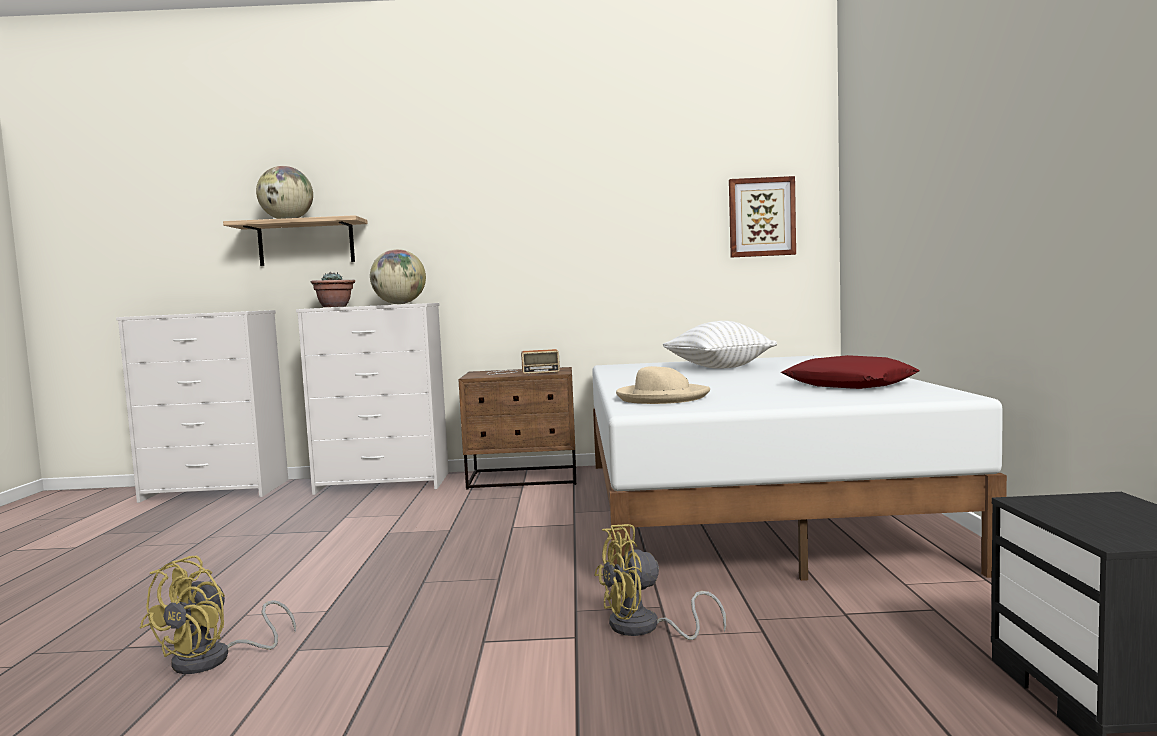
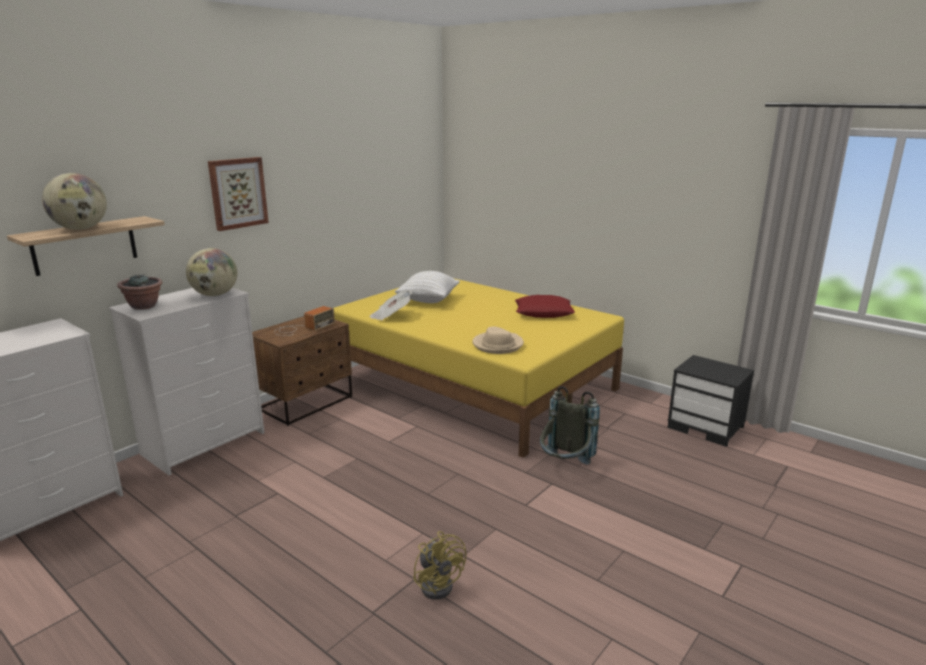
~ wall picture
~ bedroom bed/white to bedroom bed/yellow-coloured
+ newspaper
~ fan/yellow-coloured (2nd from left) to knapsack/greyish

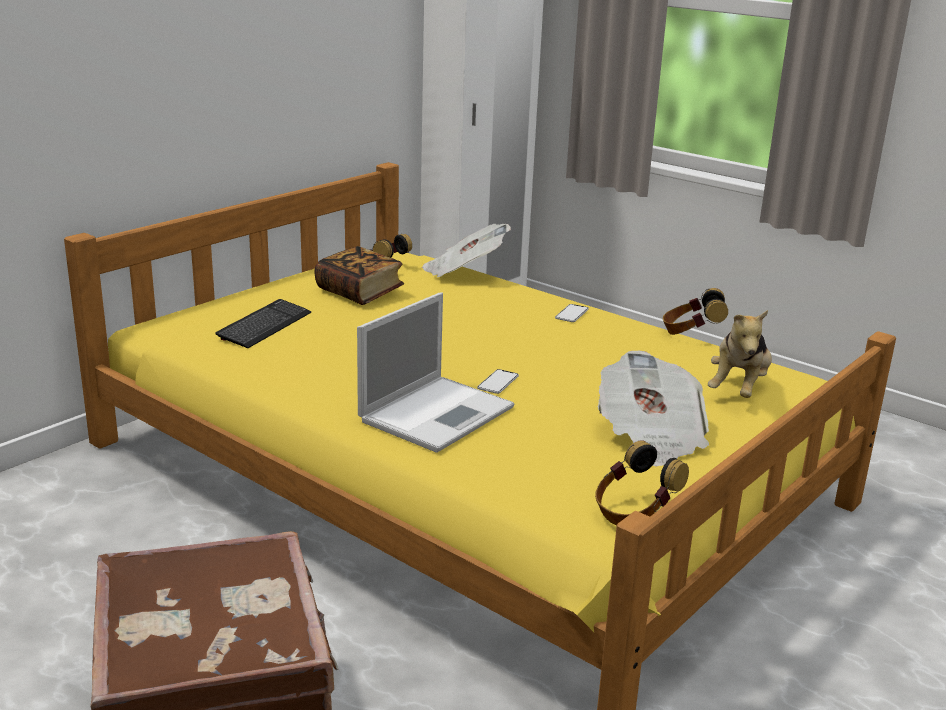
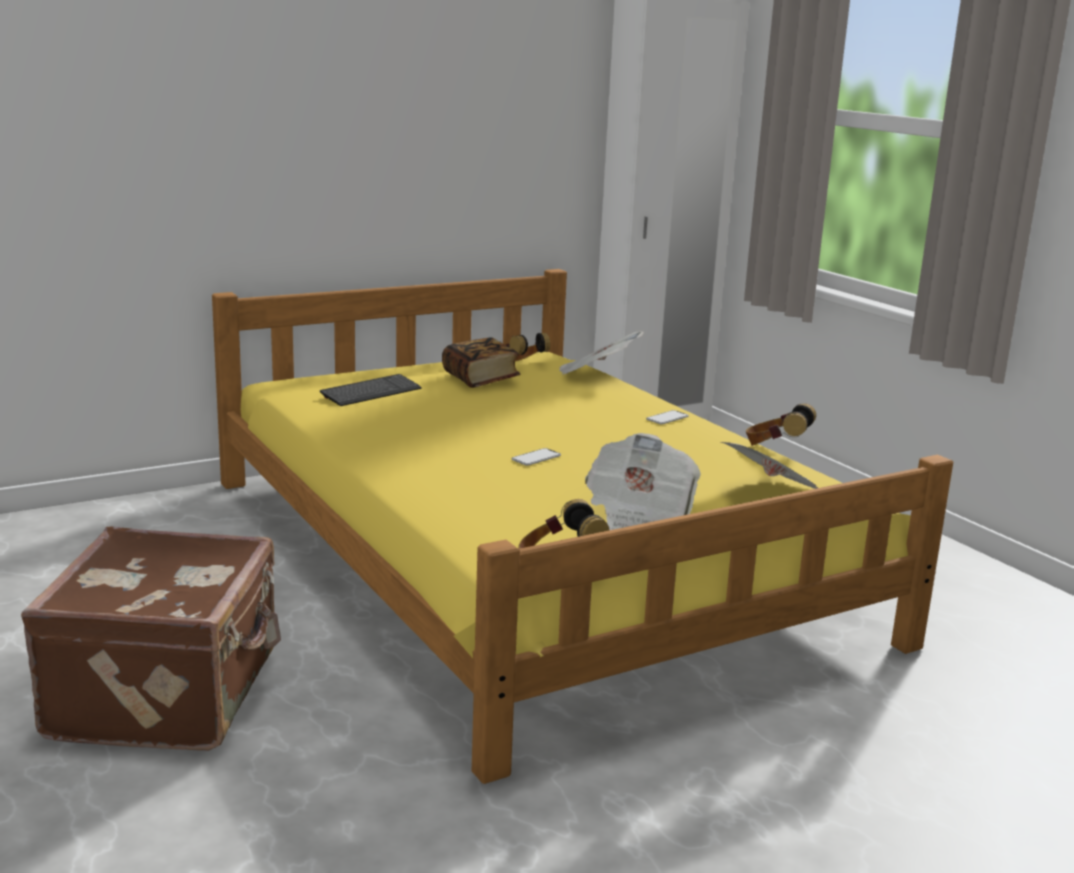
~ plush toy to newspaper (3rd from left)
- notebook computer

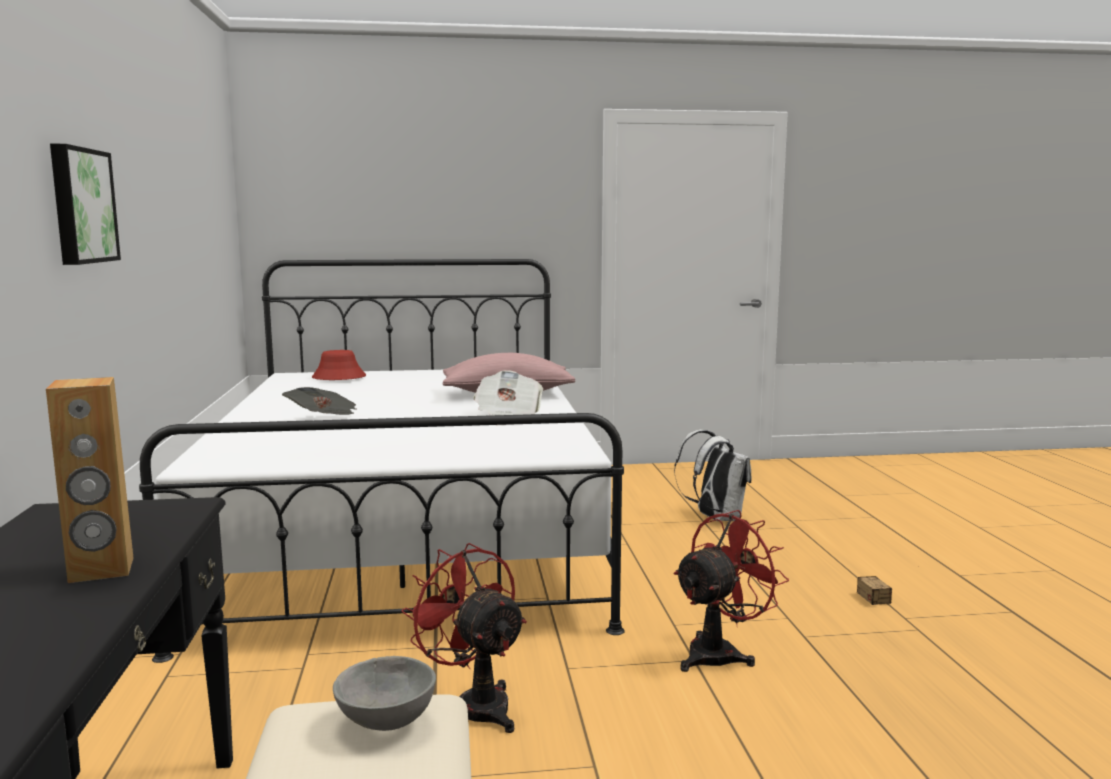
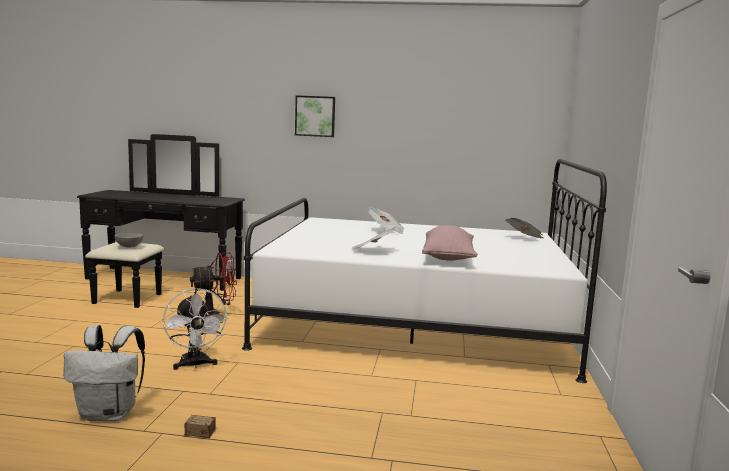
~ knapsack/white
~ fan/reddish (2nd from left) to fan/white
~ wearable hat/reddish to newspaper (3rd from left)
- speaker/brownish

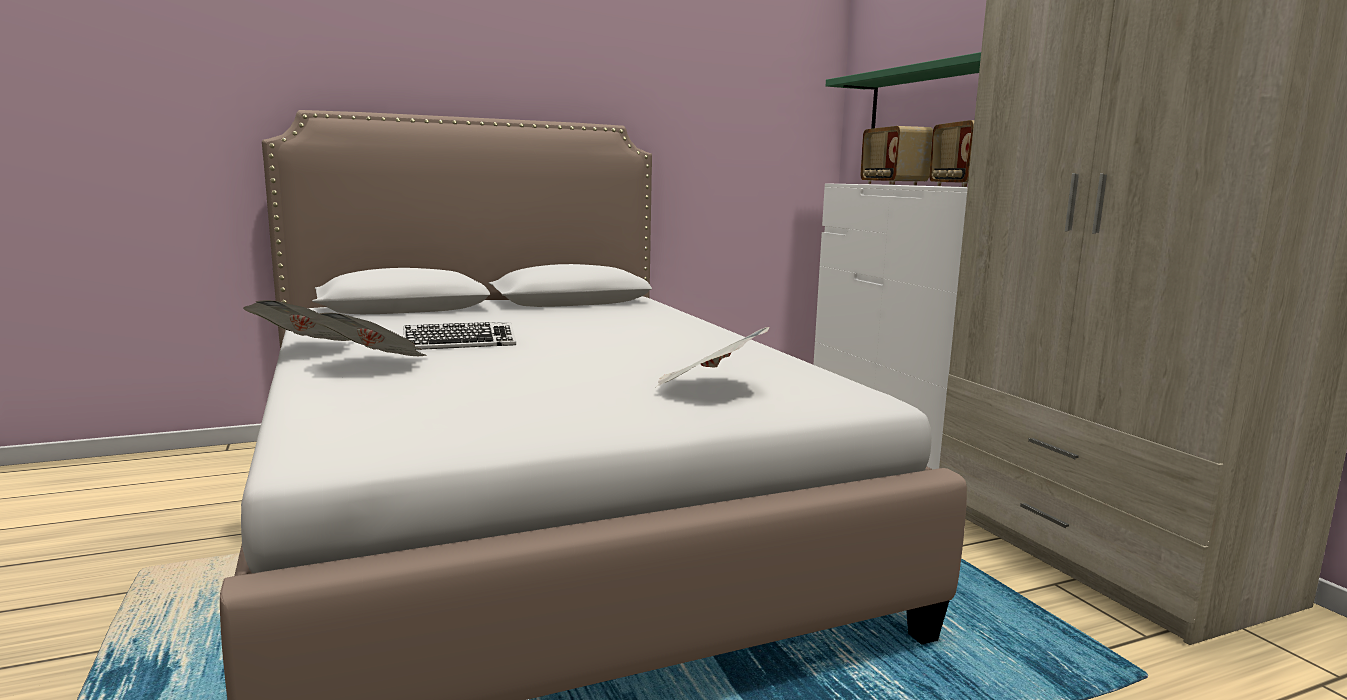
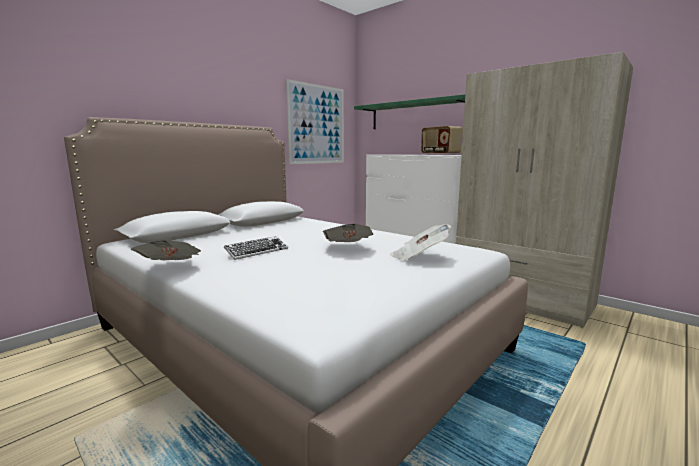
+ wall picture
~ newspaper (2nd from left)
- radio (1st from left)

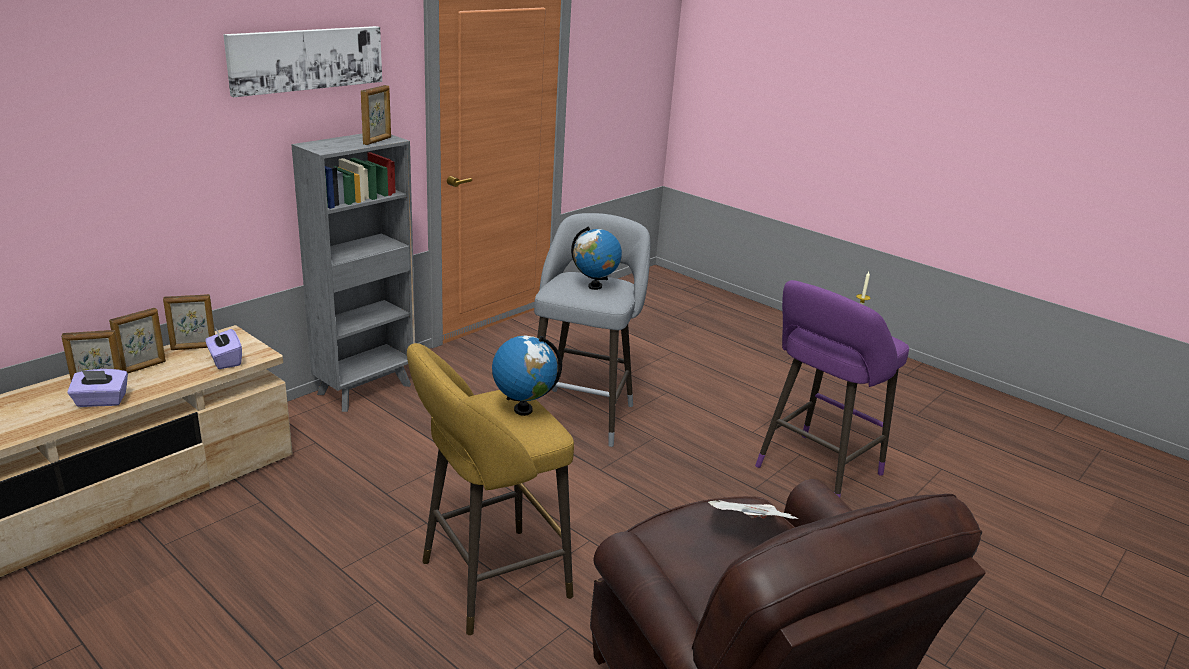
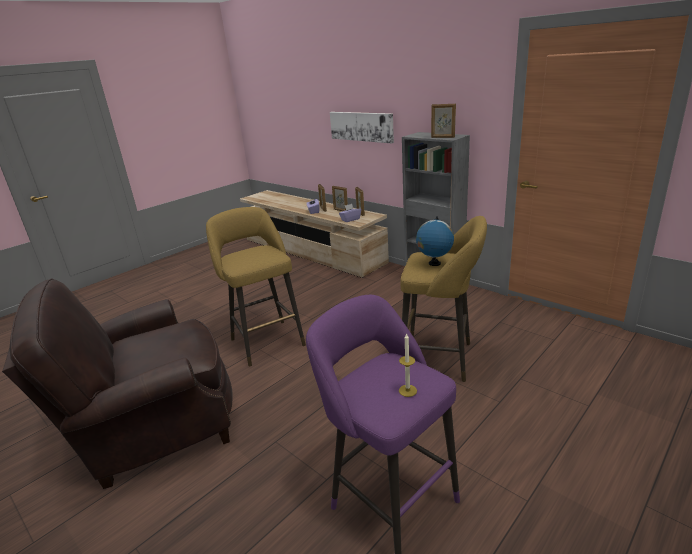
~ wall picture
~ stool seat/greyish to stool seat/yellow-coloured (2nd from left)
- world globe (1st from left)
- newspaper

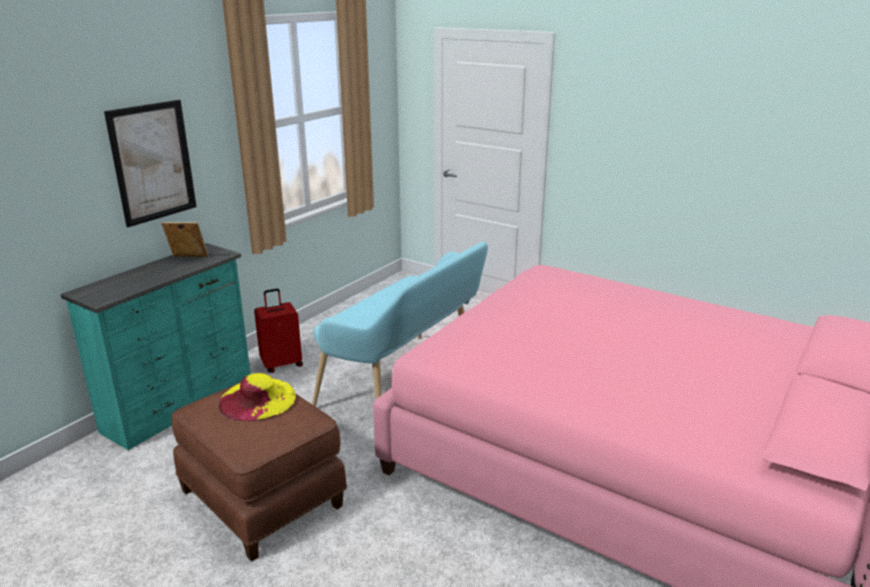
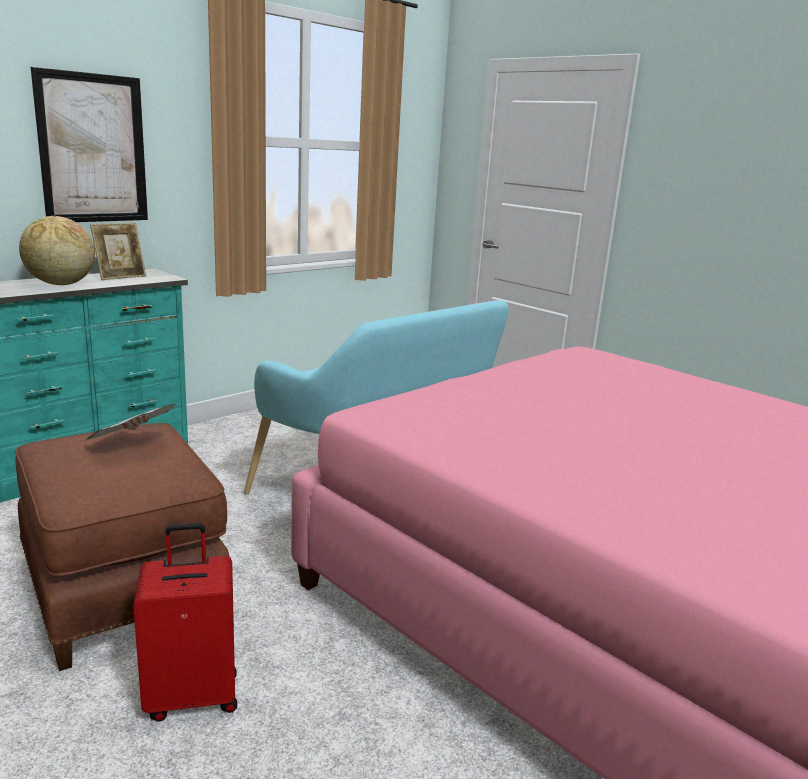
+ world globe
~ wearable hat/yellow-coloured to newspaper
~ standing frame 120 degrees clockwise
~ piece of luggage/reddish

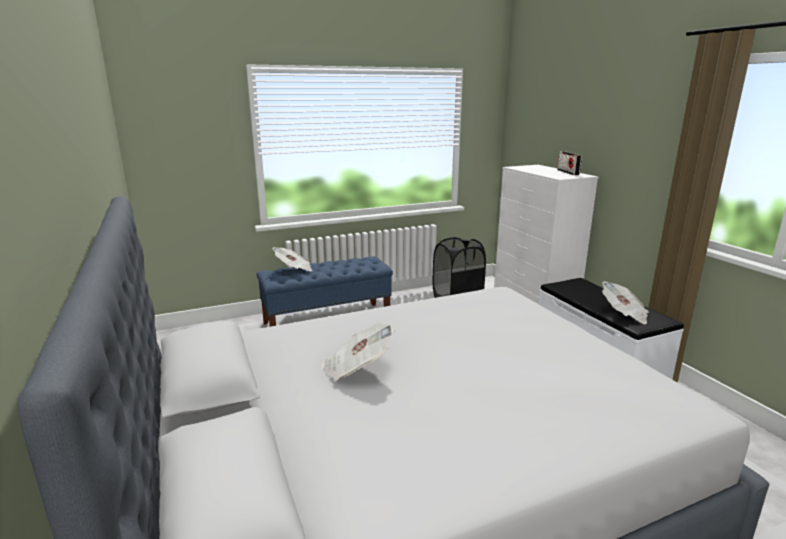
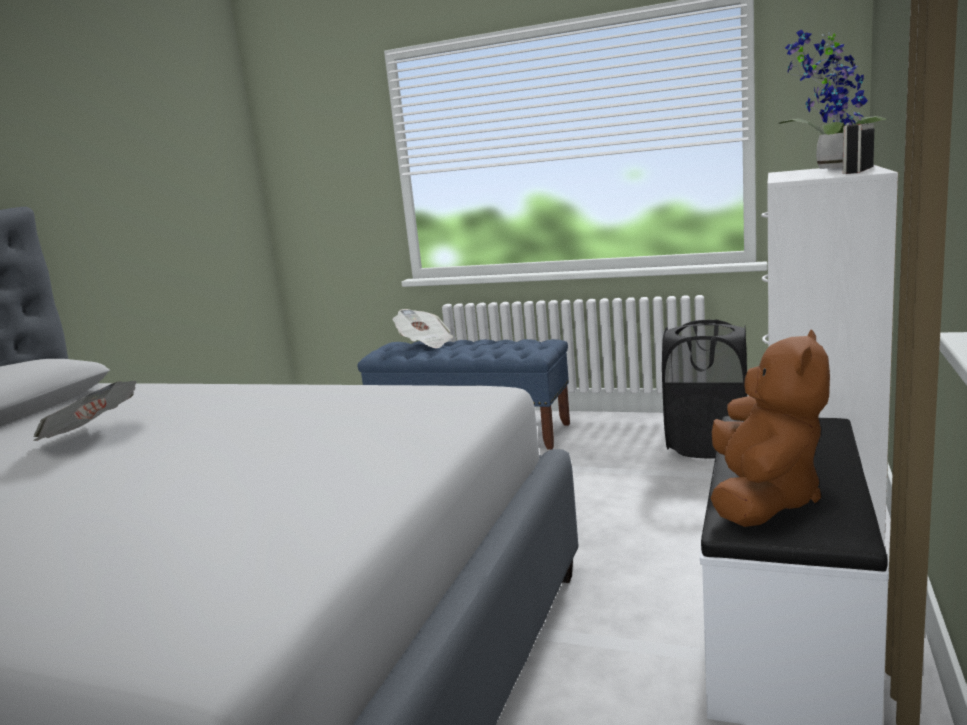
~ newspaper (3rd from left) to plush toy/brownish
+ houseplant

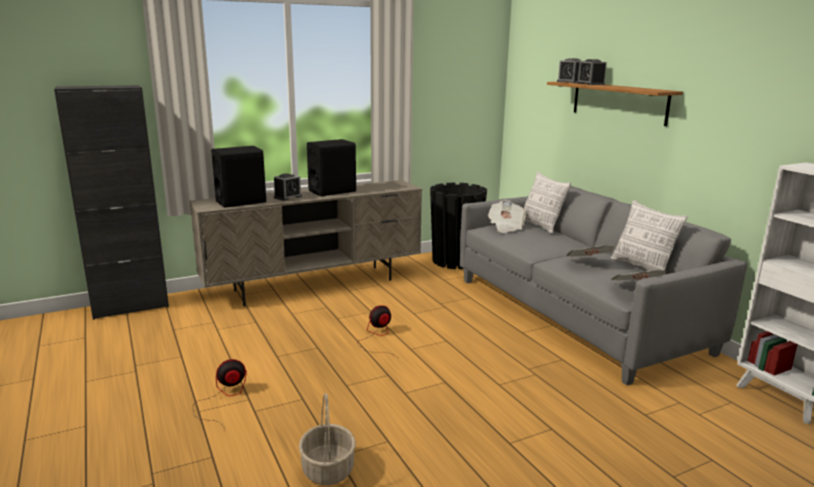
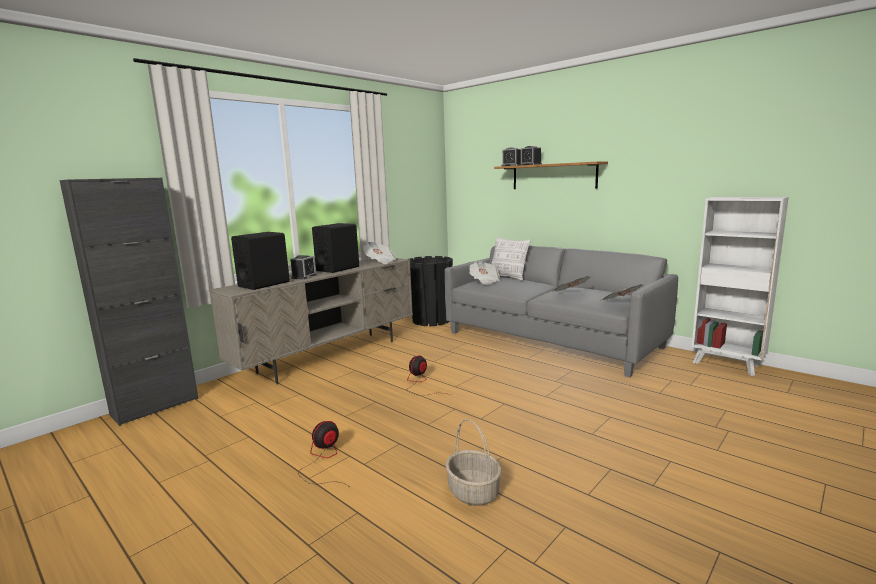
+ newspaper (1st from left)
- cushion (2nd from left)

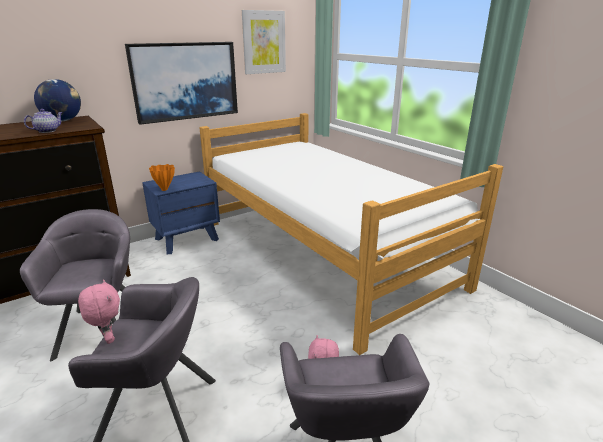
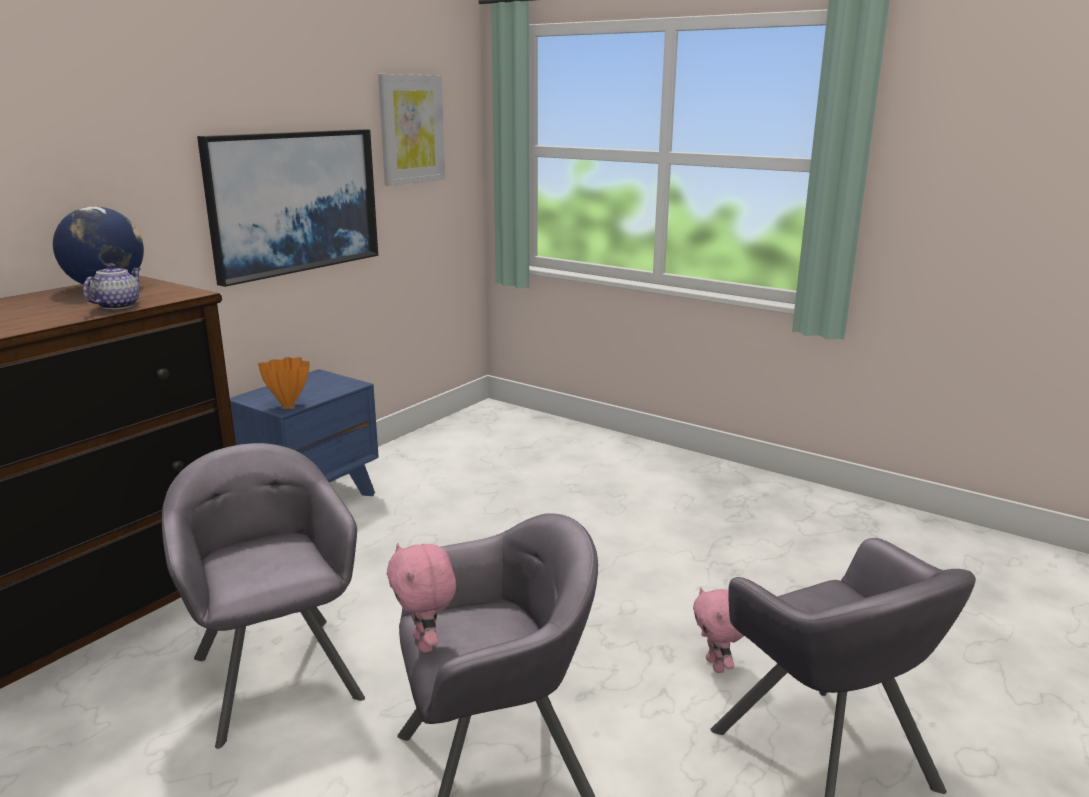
~ plush toy/pinkish (1st from left) 150 degrees counterclockwise
- bedroom bed

